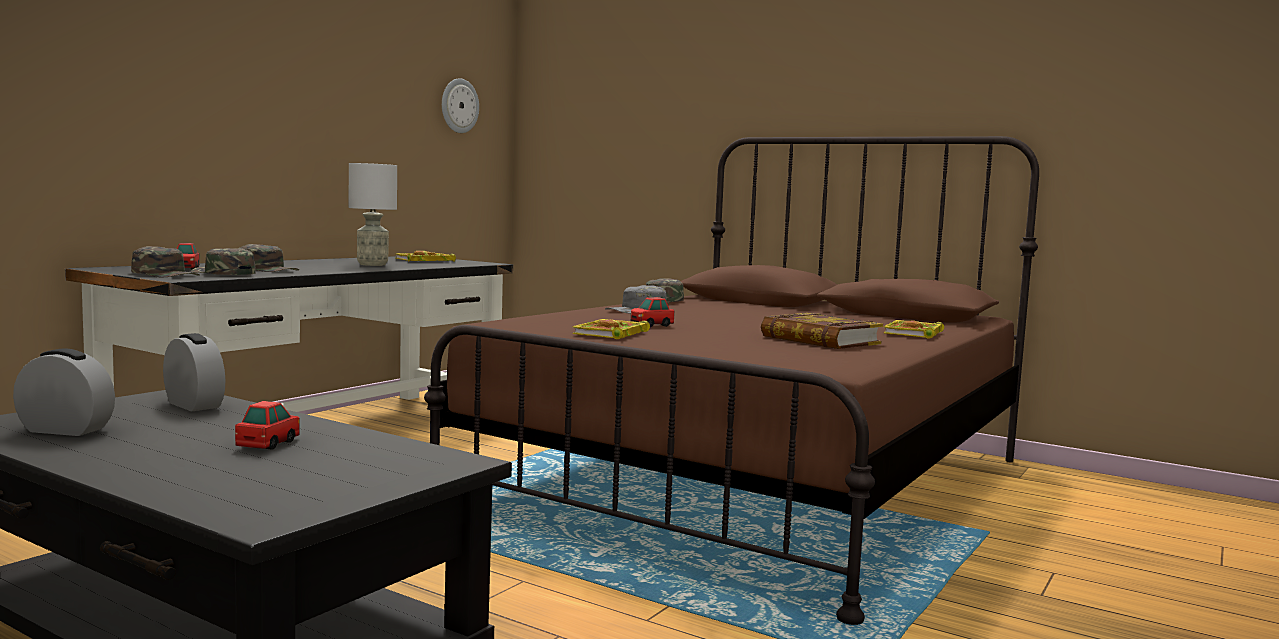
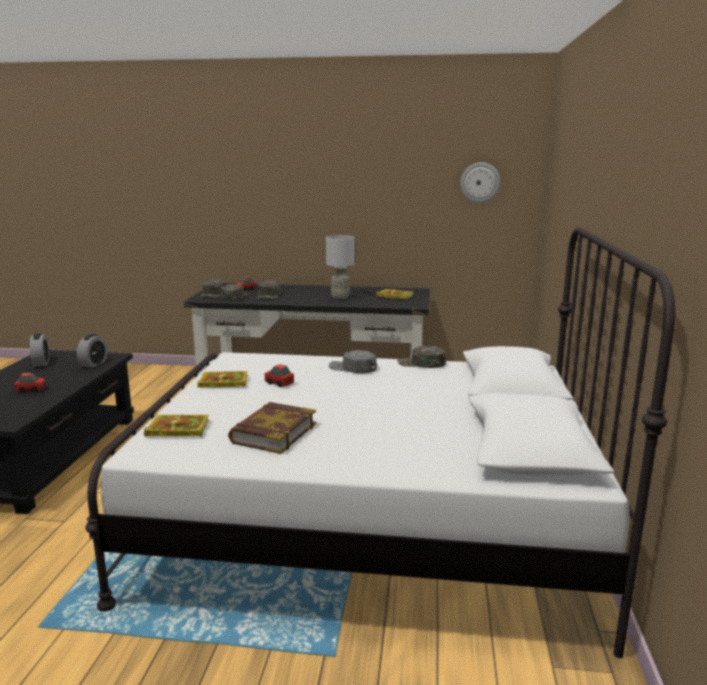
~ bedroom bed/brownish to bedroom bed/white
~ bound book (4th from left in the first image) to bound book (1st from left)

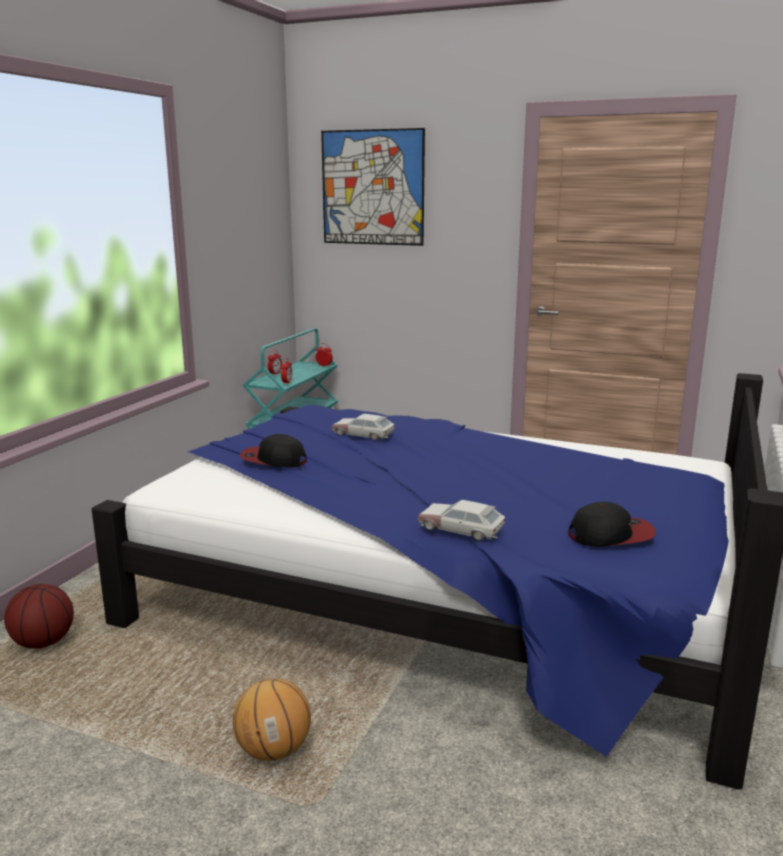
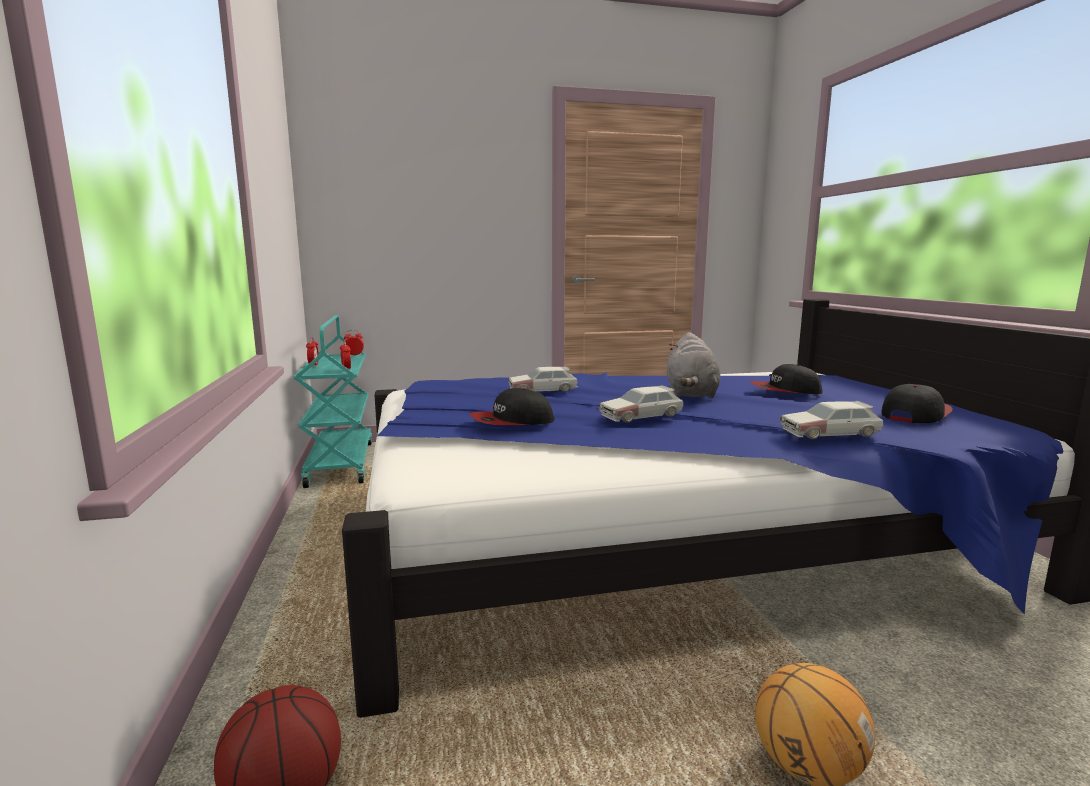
+ model car (2nd from left)
+ plush toy/greyish
+ peaked cap (2nd from left)
- wall picture

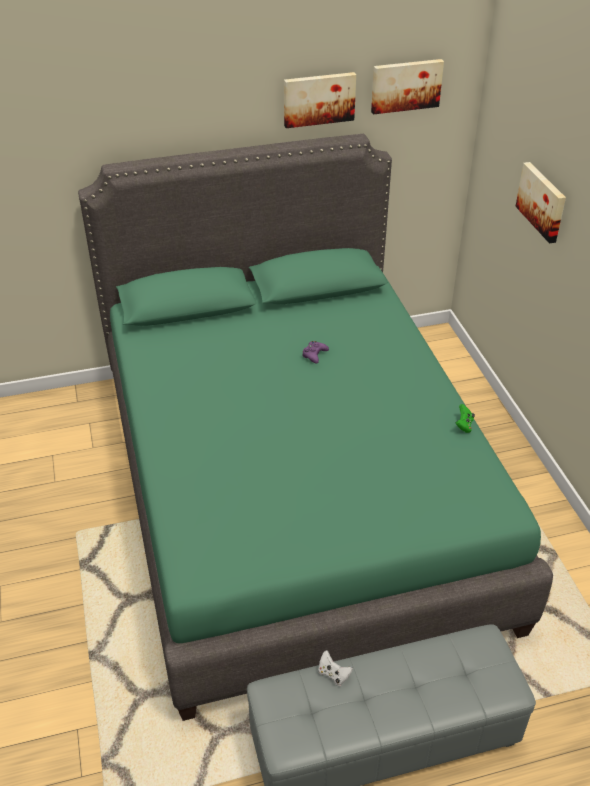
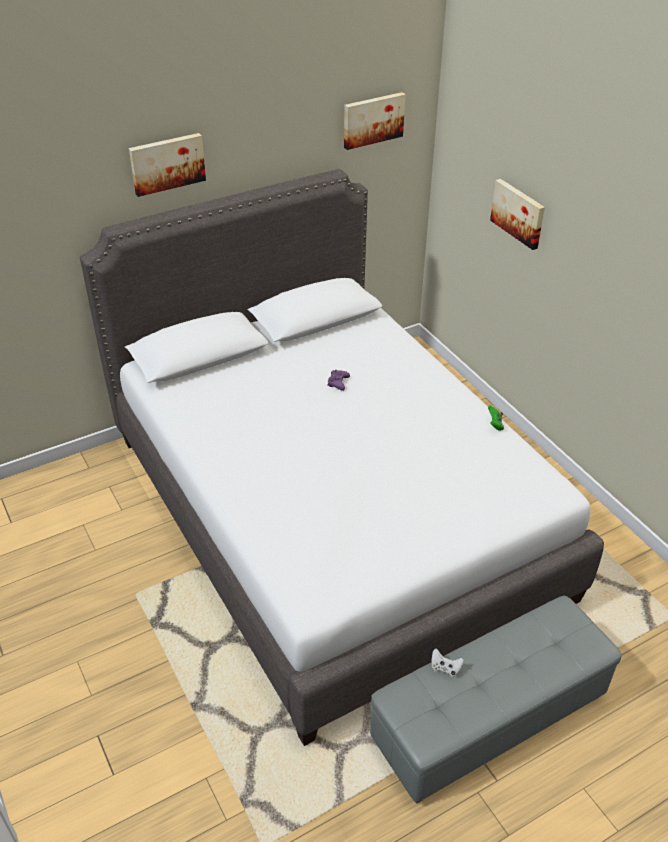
~ bedroom bed/green to bedroom bed/white
~ wall picture (1st from left)

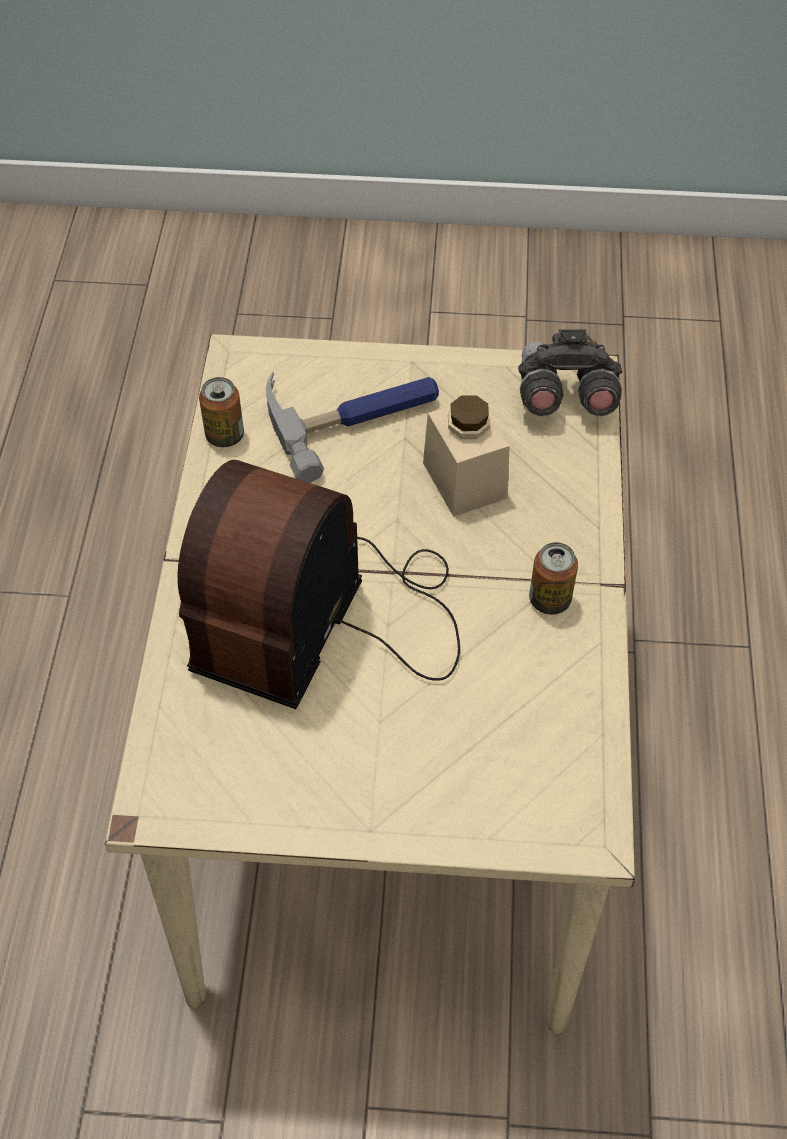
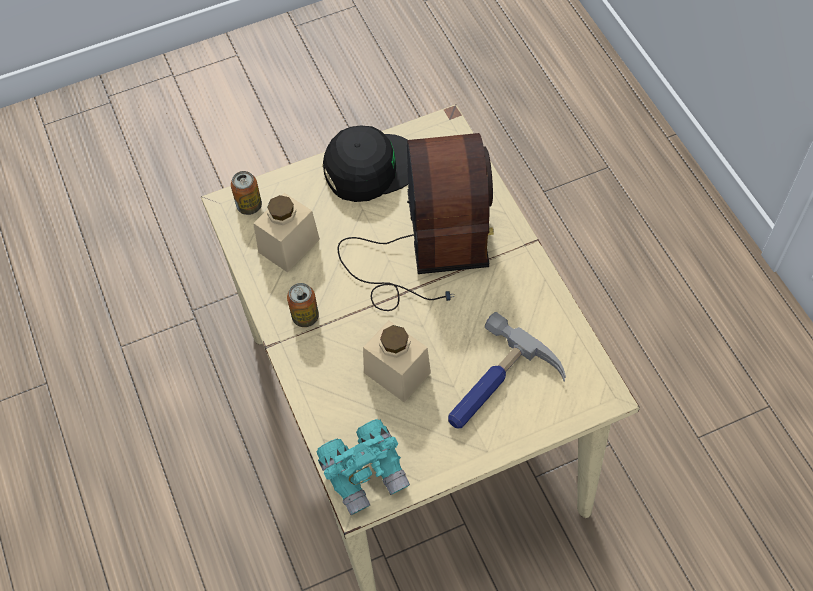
~ can (1st from left)
+ storage jar/beige (1st from left)
~ binoculars/greyish to binoculars/blue-green
+ peaked cap/blackish

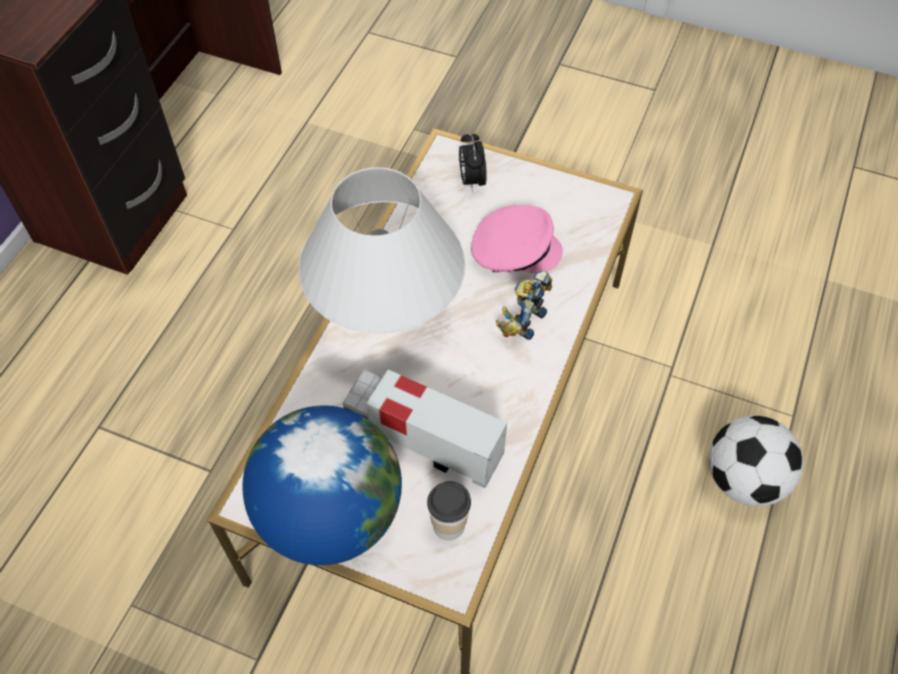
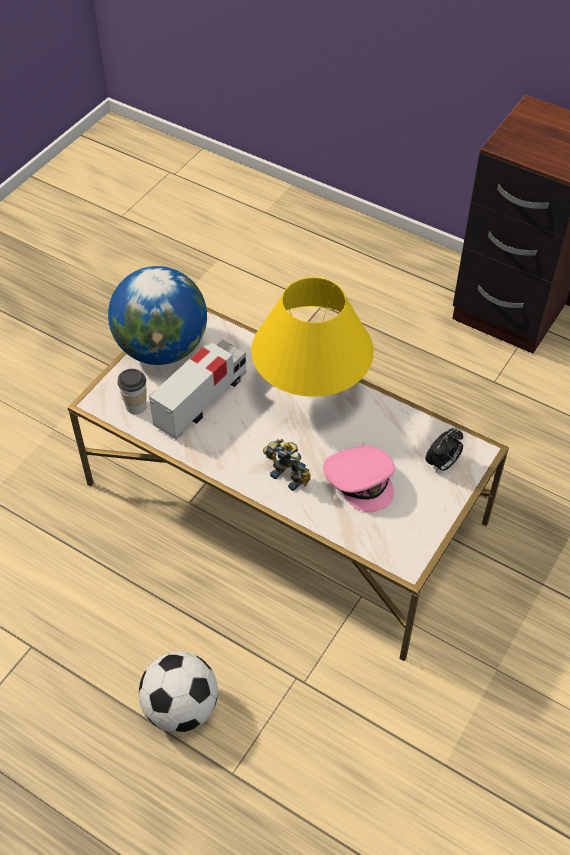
~ tabletop lamp/white to tabletop lamp/yellow-coloured
~ peaked cap/pinkish 45 degrees counterclockwise
~ bedside clock 135 degrees clockwise

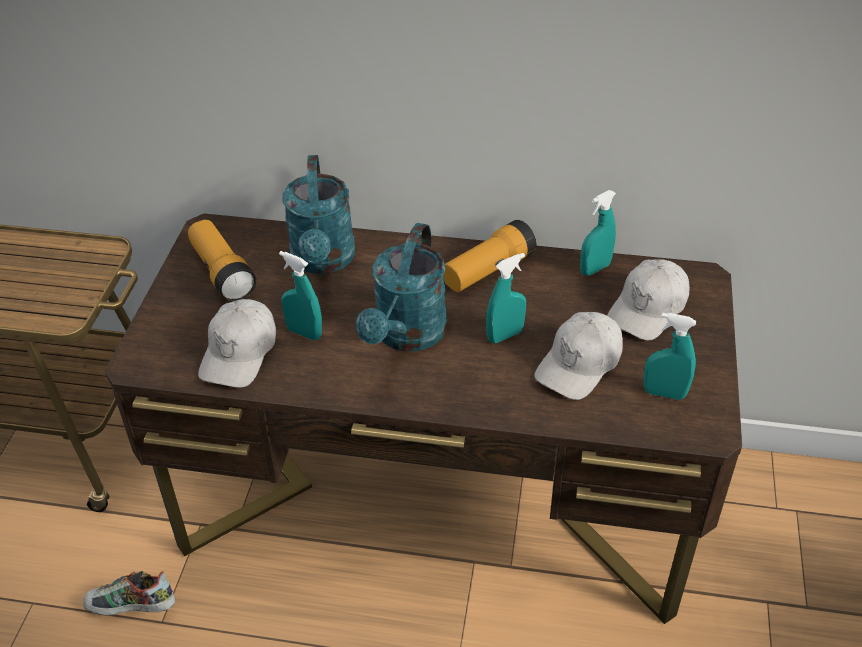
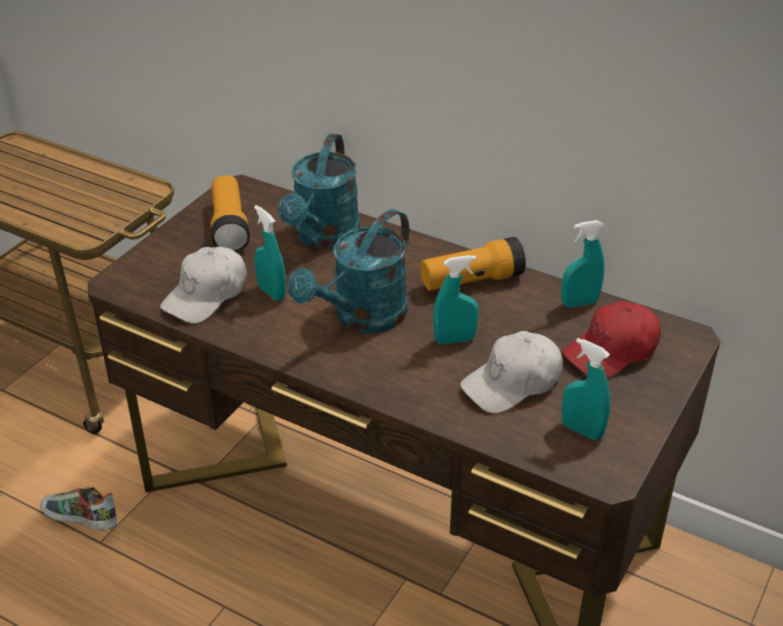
~ peaked cap/white (3rd from left) to peaked cap/reddish

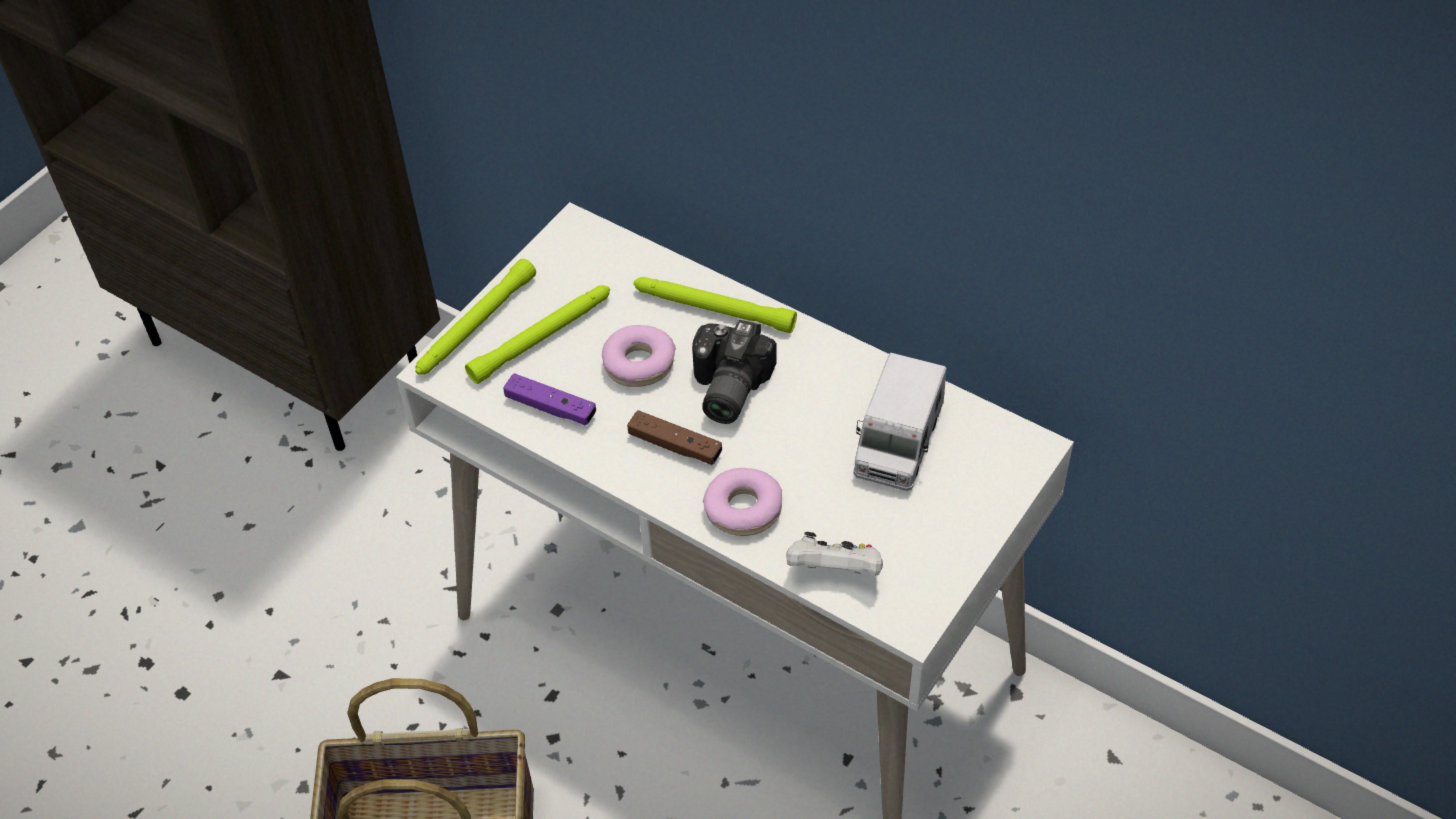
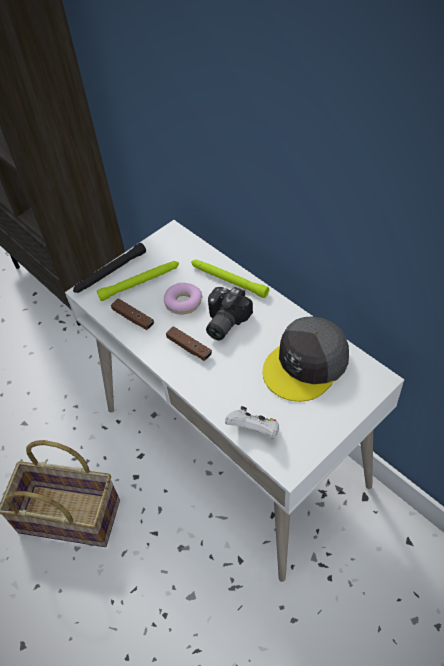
~ hand torch/green (1st from left) to hand torch/blackish
~ gamepad/purple-coloured to gamepad/brownish (1st from left)
~ model truck to peaked cap/greyish
- doughnut (2nd from left)

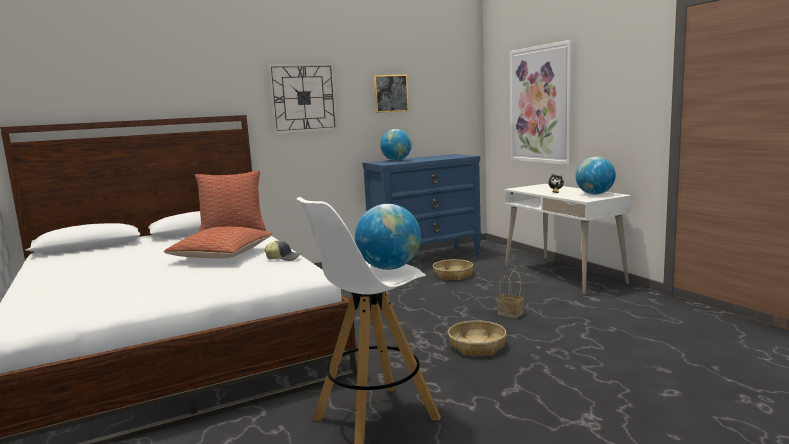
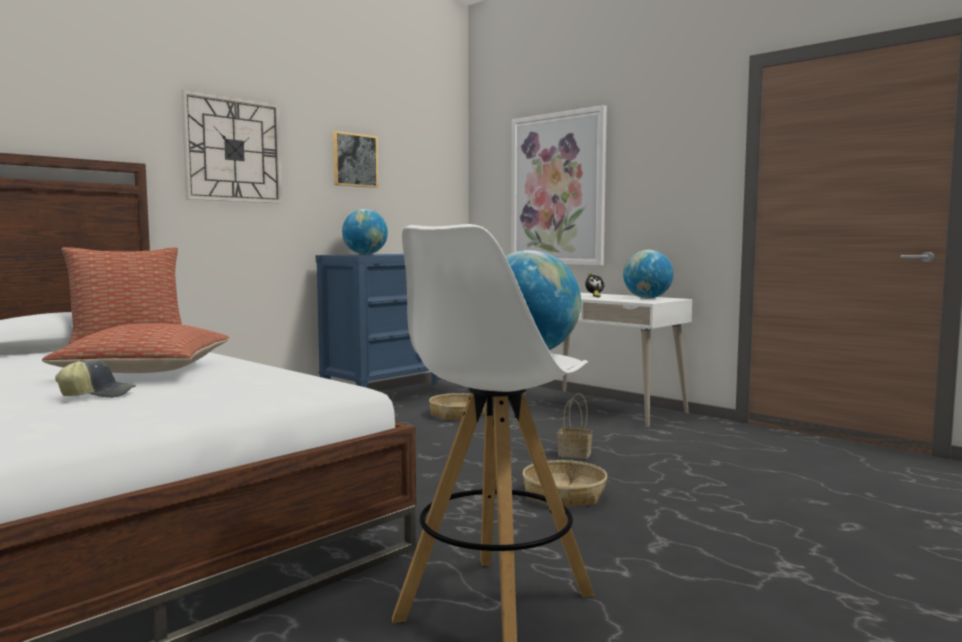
~ peaked cap

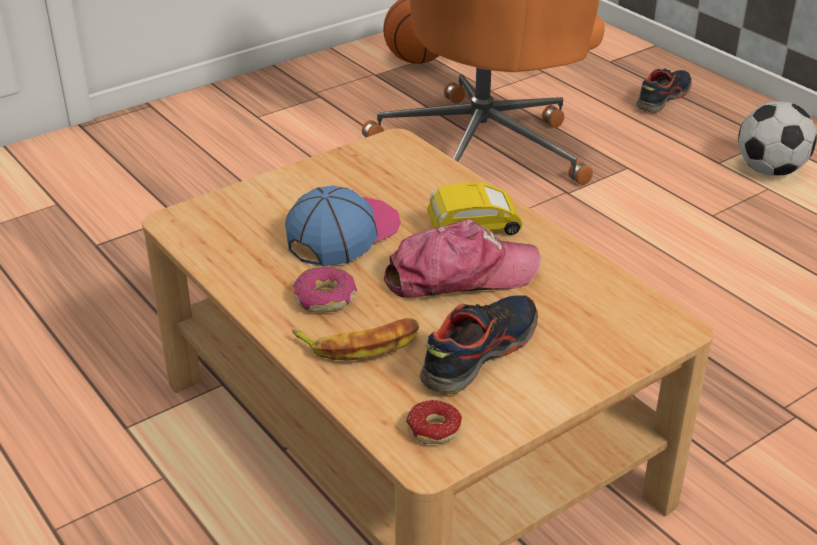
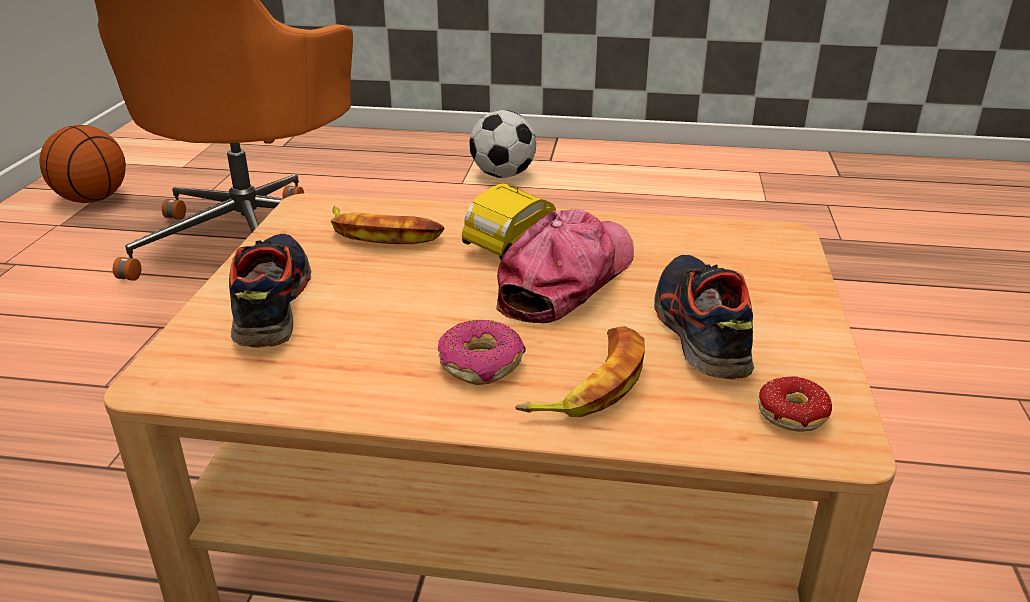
~ item of footwear (2nd from left in the first image) to item of footwear (1st from left)
+ banana fruit (1st from left)
- peaked cap (1st from left)

